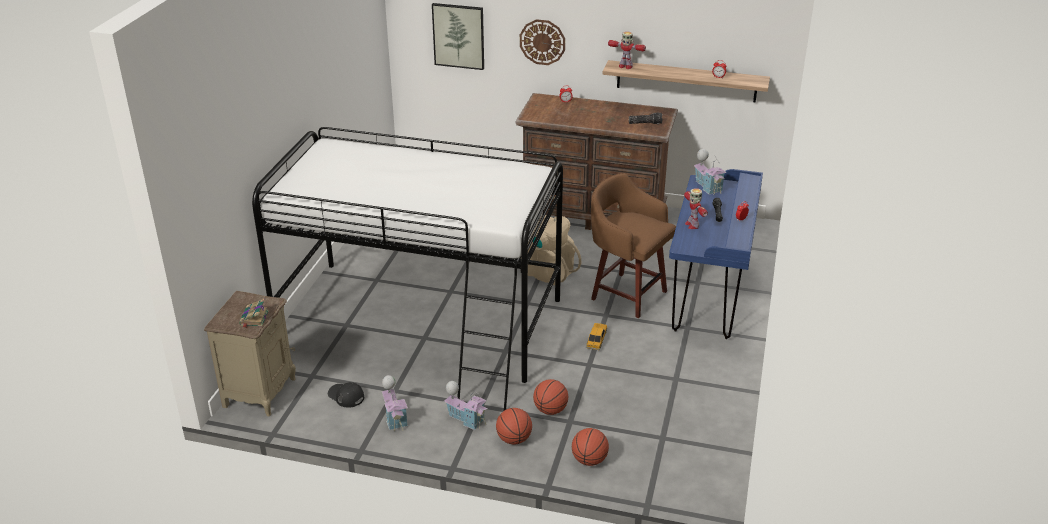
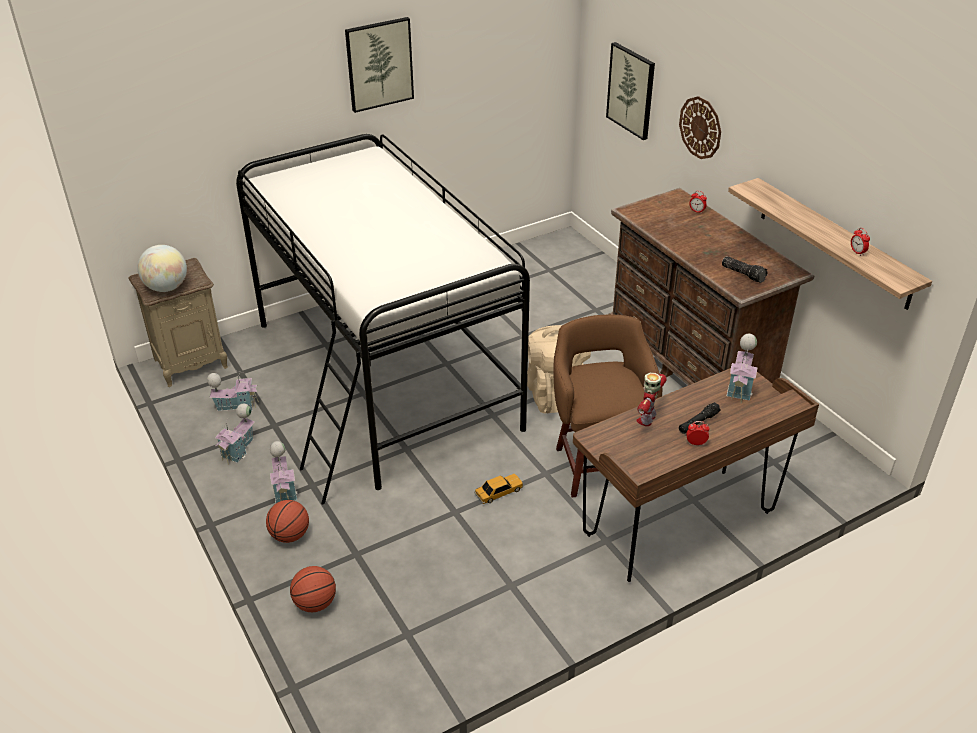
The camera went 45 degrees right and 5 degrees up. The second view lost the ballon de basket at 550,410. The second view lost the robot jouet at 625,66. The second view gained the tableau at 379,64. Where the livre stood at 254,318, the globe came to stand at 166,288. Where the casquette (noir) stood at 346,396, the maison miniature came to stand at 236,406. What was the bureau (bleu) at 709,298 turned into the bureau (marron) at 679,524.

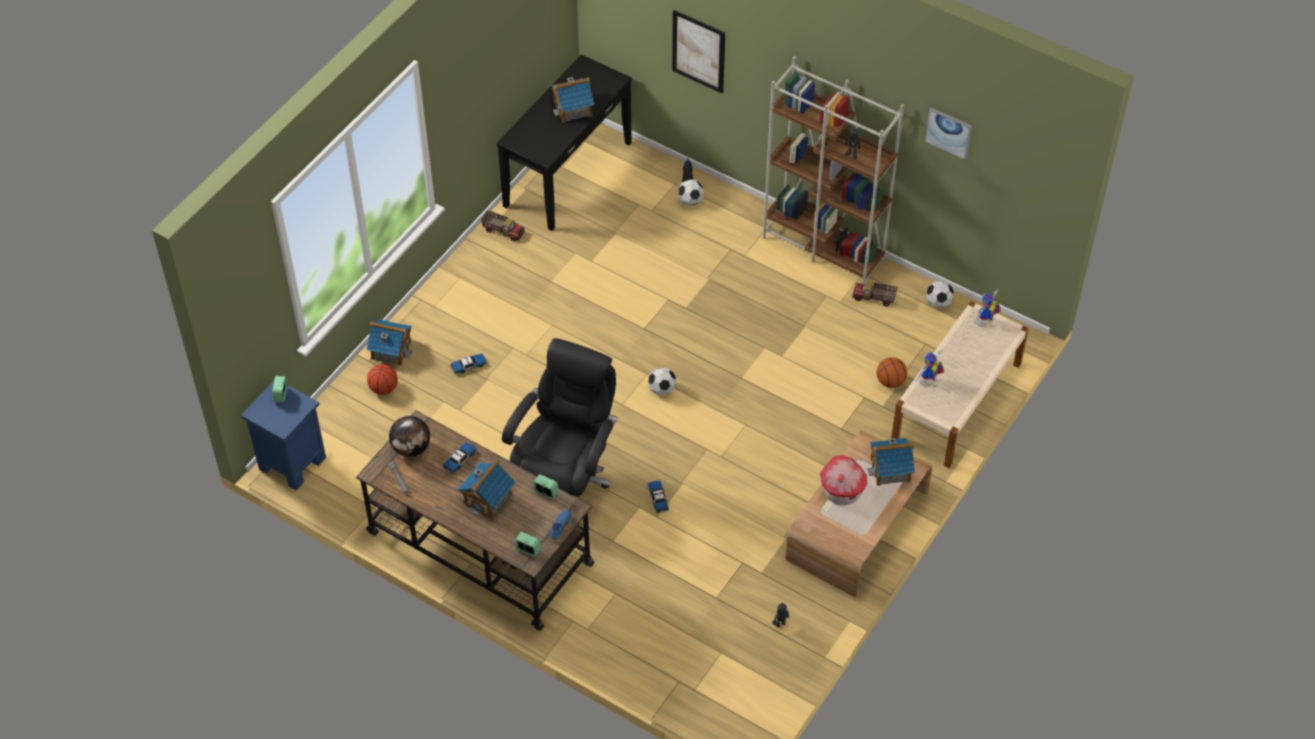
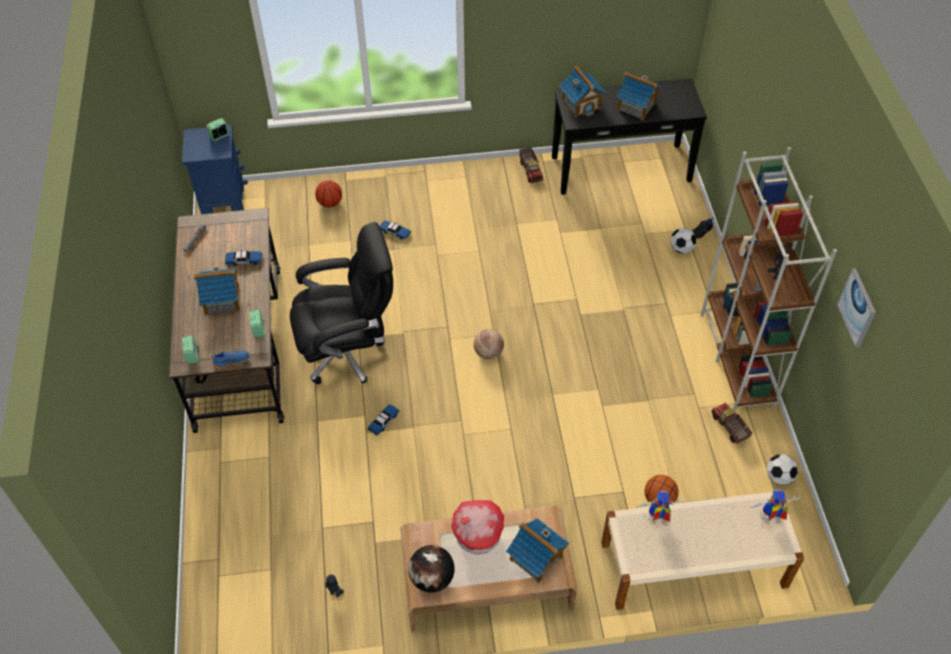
The camera went 50 degrees right and 0 degrees up. The second view lost the tableau at 698,51. The maison miniature ended up elsewhere, having gone from 391,350 to 581,104. The globe ended up elsewhere, having gone from 411,448 to 432,579. Where the ballon de foot stood at 662,389, the ballon de basket came to stand at 488,353.

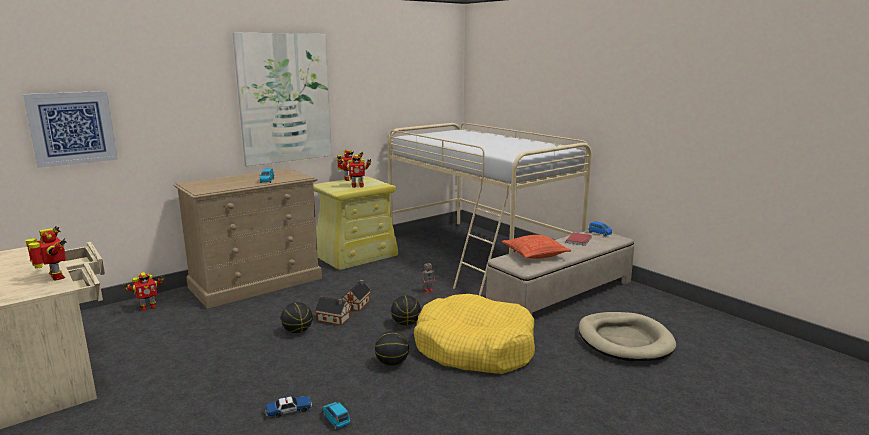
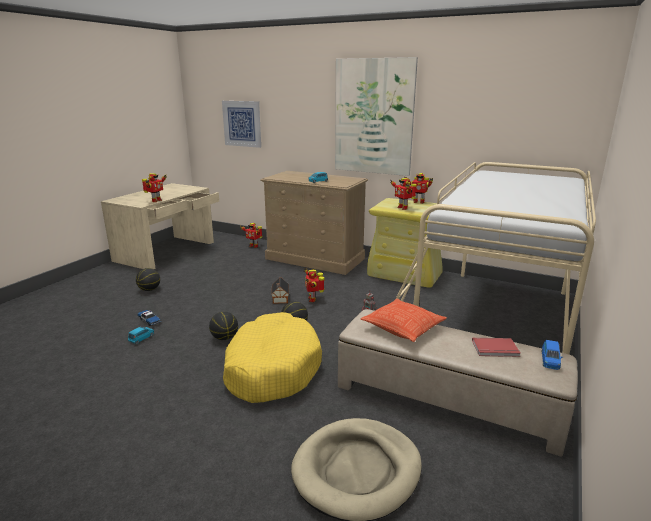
The camera went 65 degrees right and 5 degrees up. The ballon de basket ended up elsewhere, having gone from 298,331 to 149,290. Where the maison miniature stood at 357,304, the robot jouet came to stand at 313,299.

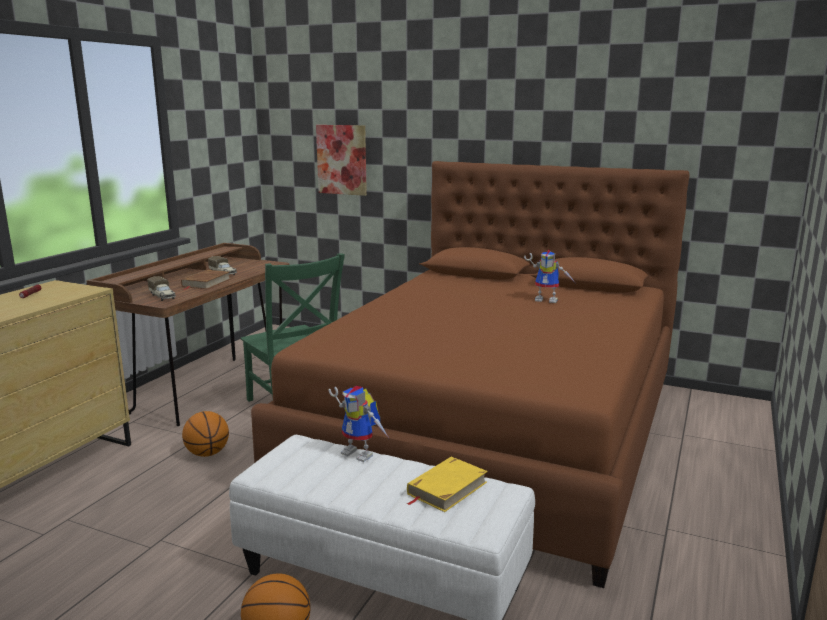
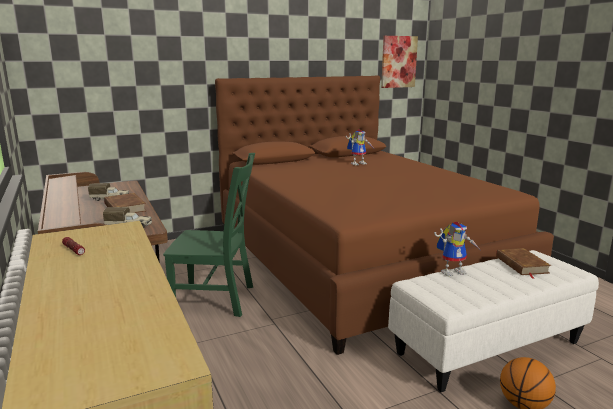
The camera went 50 degrees left and 0 degrees up. The second view lost the ballon de basket at 207,453. The tableau ended up elsewhere, having gone from 342,159 to 398,62. What was the livre (jaune) at 446,488 turned into the livre (marron) at 521,265.

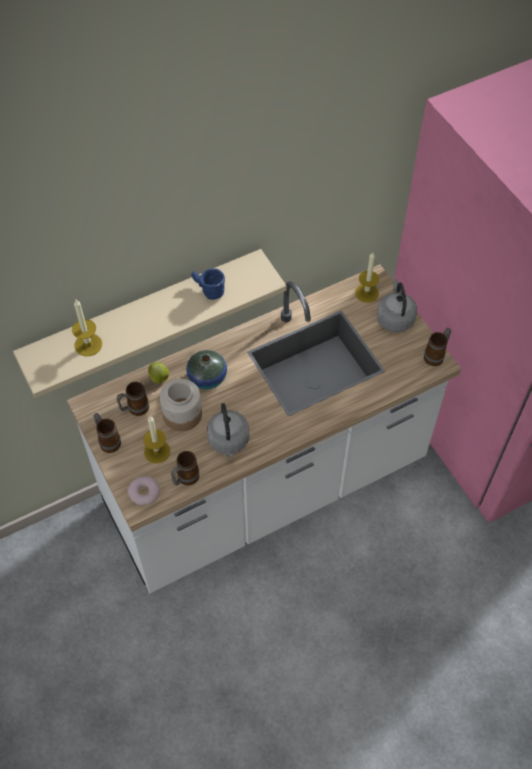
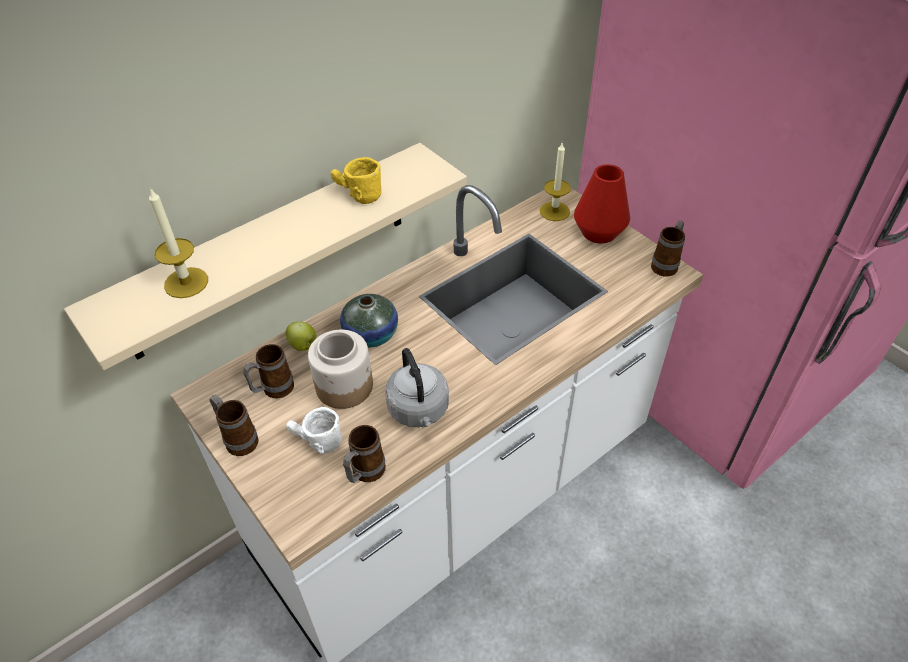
The camera went 10 degrees left and 10 degrees down. The second view lost the beignet at 144,492. Where the bougie stood at 157,451, the mug (blanc) came to stand at 315,442. Where the bouilloire (gris) stood at 394,318, the vase (rouge) came to stand at 598,232. What was the mug (bleu) at 207,290 turned into the mug (jaune) at 356,195.

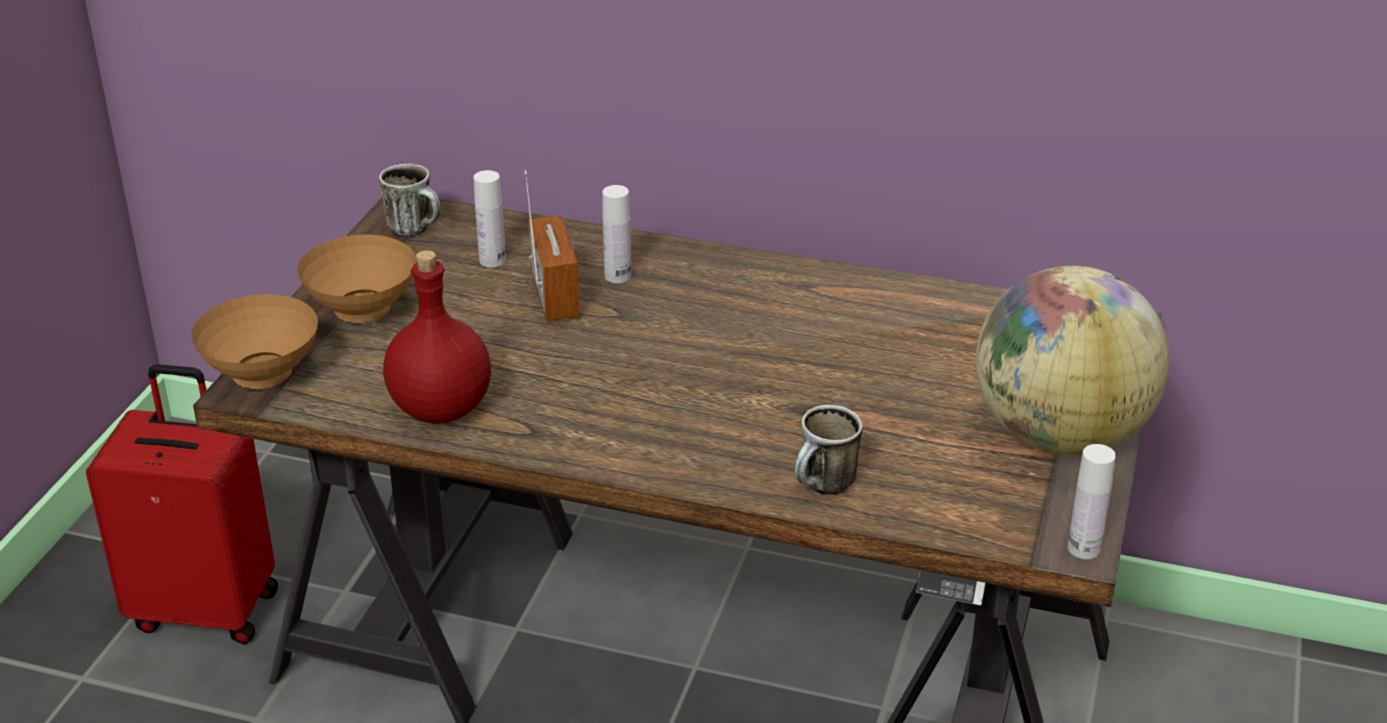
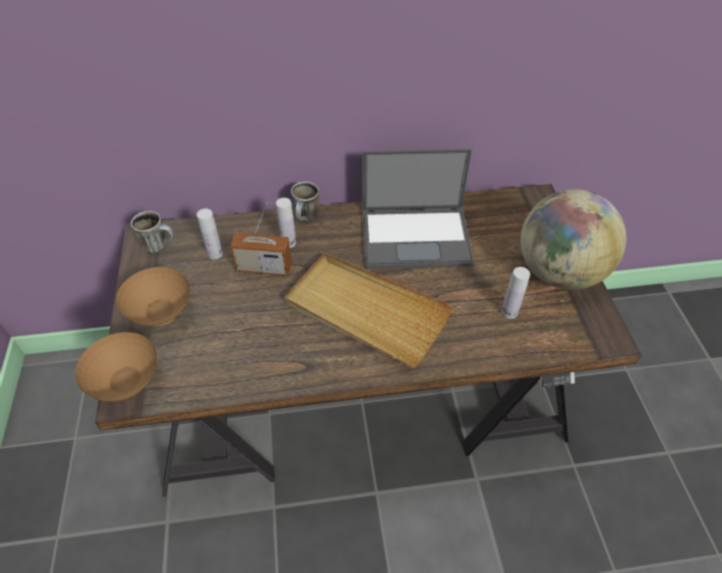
The camera went 25 degrees left and 15 degrees up. The second view lost the valise (rouge) at 206,608. The second view lost the bouteille (rouge) at 440,408. The second view gained the plateau (beige) at 365,311. The second view gained the ordinateur portable at 417,237. The mug ended up elsewhere, having gone from 824,488 to 306,219. The bouteille (blanc) ended up elsewhere, having gone from 1084,548 to 509,312. The radio at 555,297 ended up facing another way, 135 degrees clockwise from before.

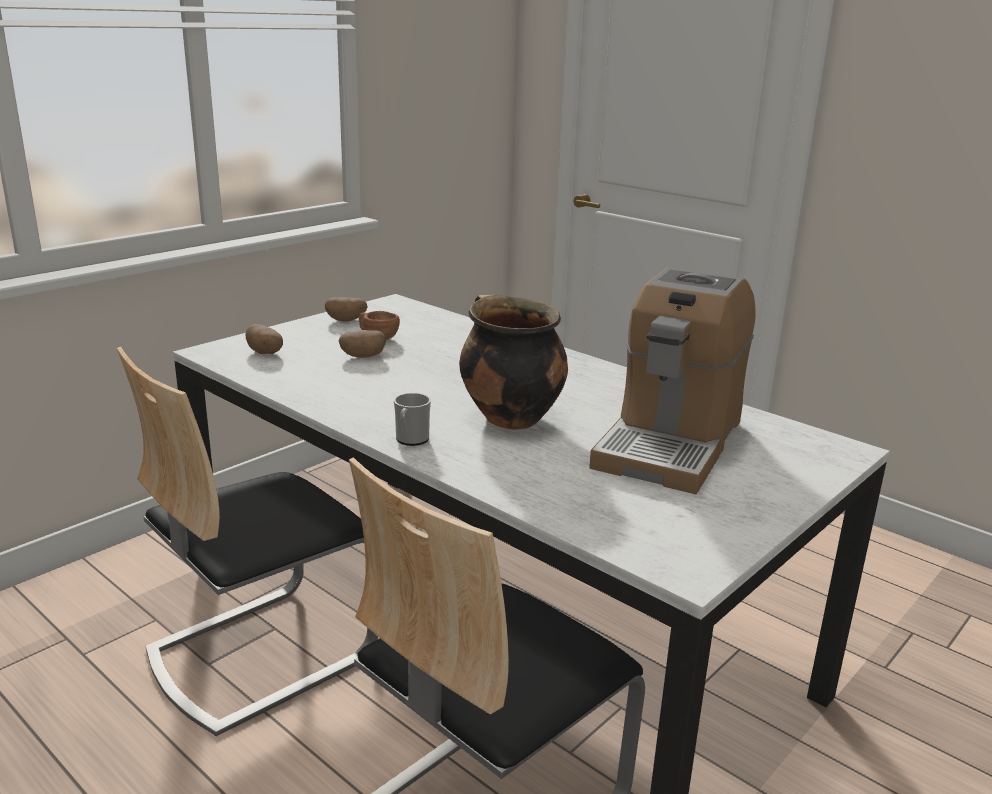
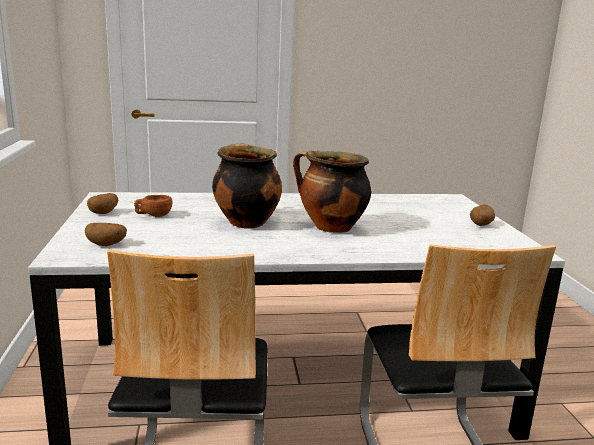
The camera went 50 degrees left and 5 degrees down. The second view lost the mug at 411,440. The second view lost the machine à café at 670,442. The second view gained the marmite at 245,222. The pomme de terre ended up elsewhere, having gone from 362,356 to 480,225.

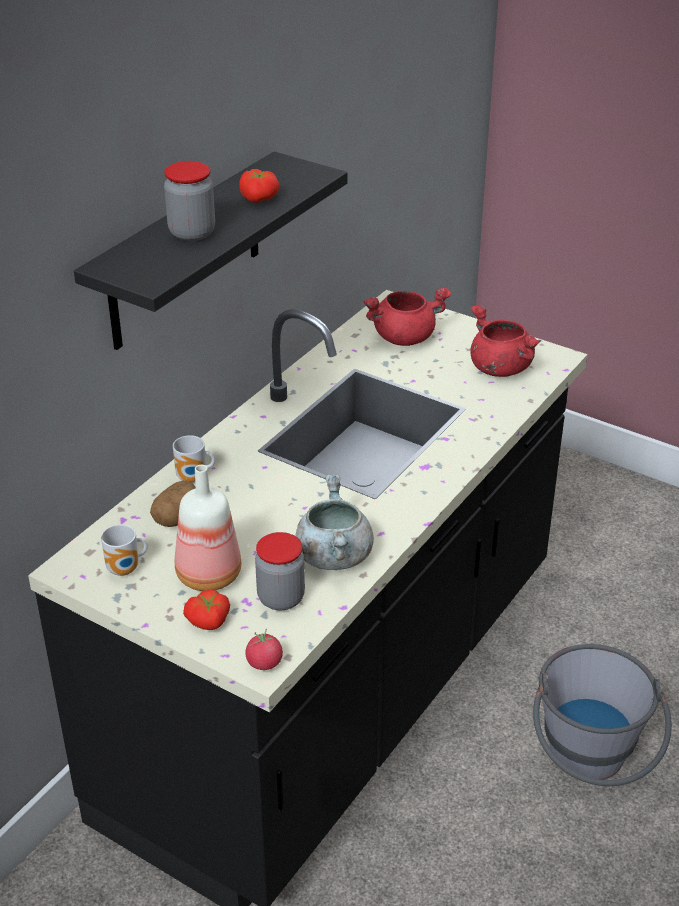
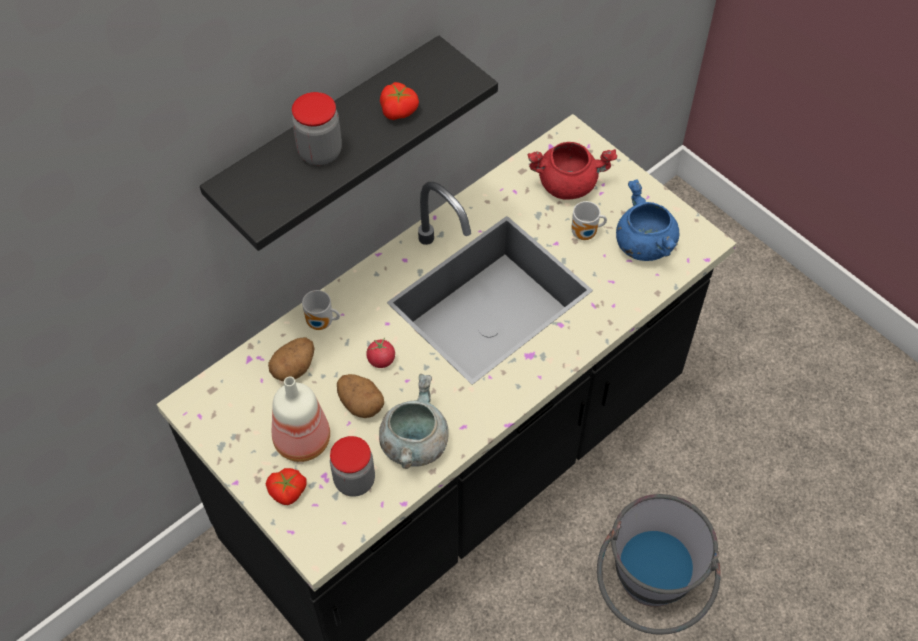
The camera went 15 degrees right and 20 degrees up. The second view gained the pomme de terre at 360,403. The mug ended up elsewhere, having gone from 126,570 to 585,234. The tomate ended up elsewhere, having gone from 264,663 to 381,360. What was the marmite (rouge) at 499,368 turned into the marmite (bleu) at 643,244.

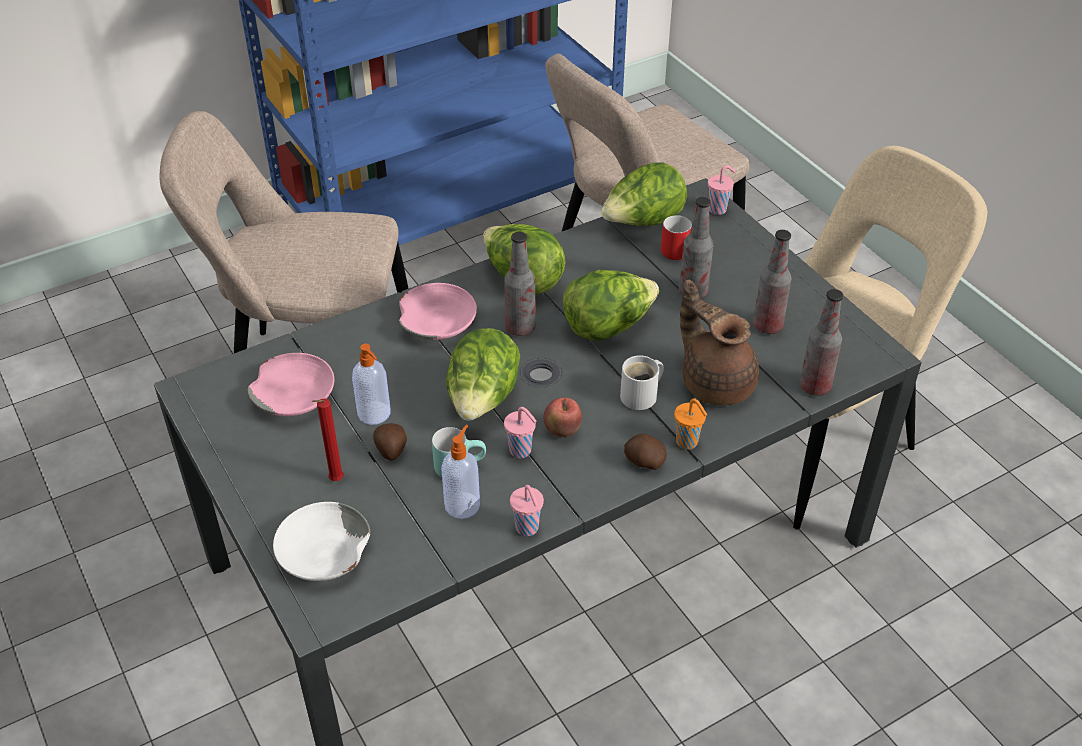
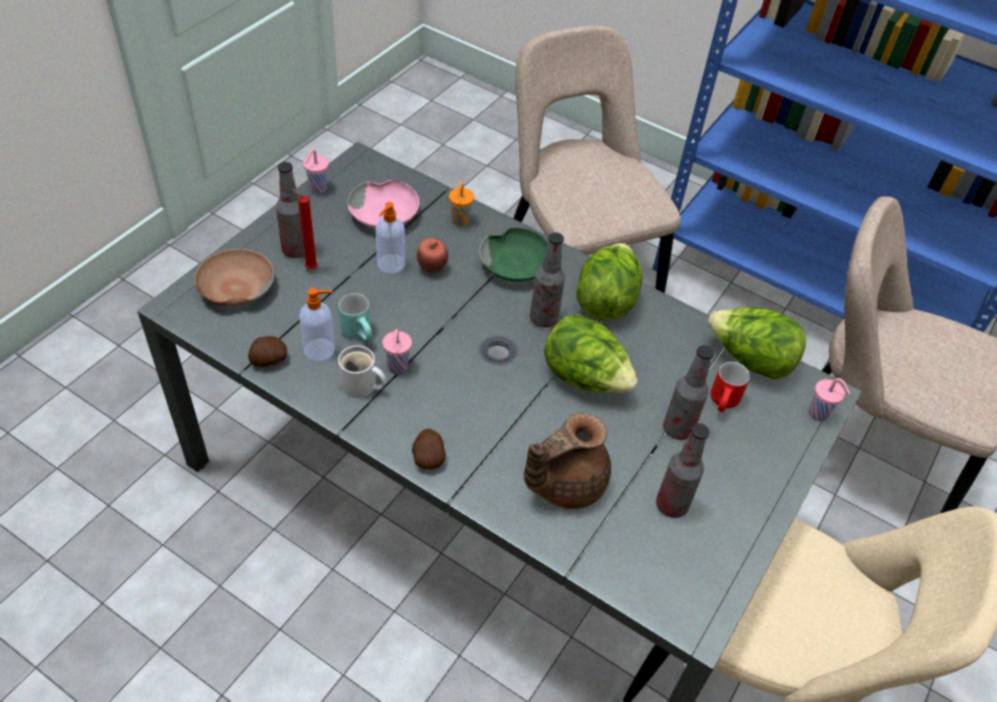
The camera went 60 degrees right and 5 degrees up. The second view lost the laitue at 483,400. The pomme de terre ended up elsewhere, having gone from 391,450 to 268,361. The tasse (rose) ended up elsewhere, having gone from 527,529 to 317,189. The pomme ended up elsewhere, having gone from 562,431 to 431,268. The mug (blanc) ended up elsewhere, having gone from 642,396 to 361,386. The tasse (orange) ended up elsewhere, having gone from 688,443 to 460,222. The bouteille ended up elsewhere, having gone from 815,386 to 296,250. What was the bol (blanc) at 323,554 turned into the bol (marron) at 235,288. What was the bol (rose) at 437,321 turned into the bol (vert) at 516,264. The théière (marron) at 715,382 ended up facing another way, 150 degrees counterclockwise from before.

